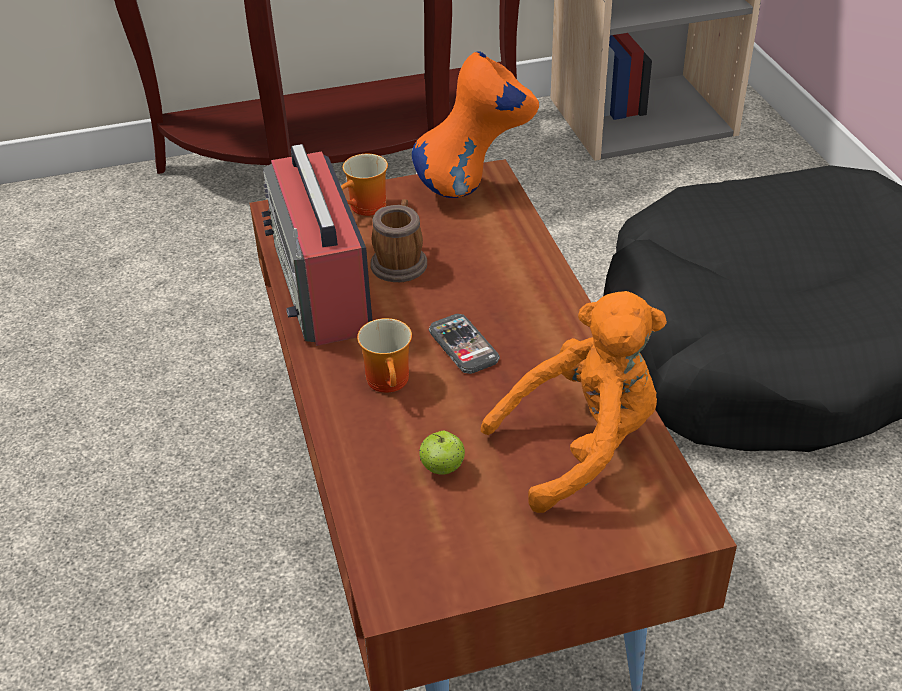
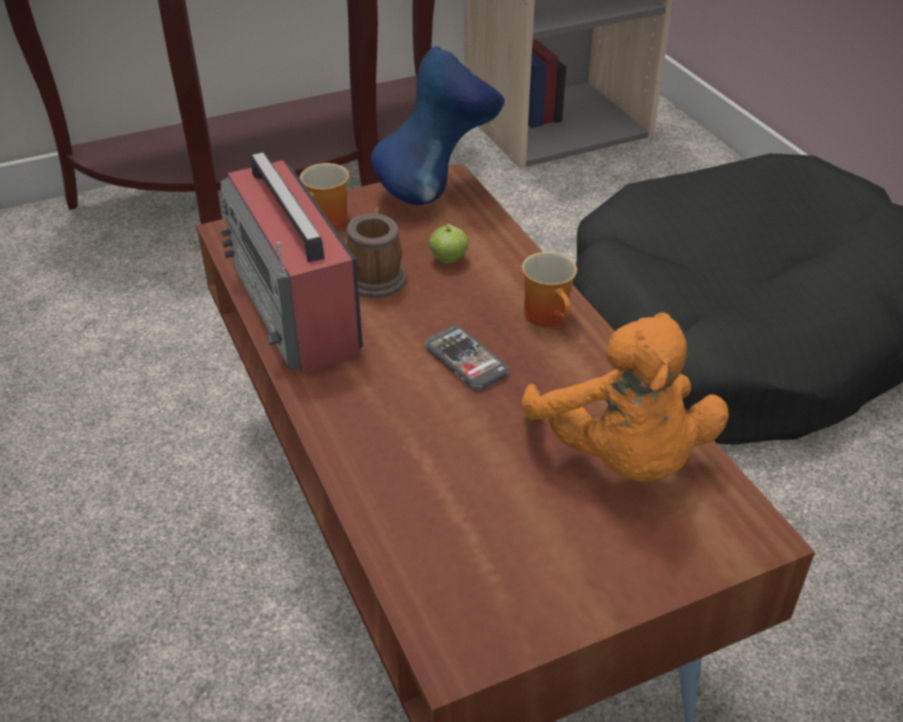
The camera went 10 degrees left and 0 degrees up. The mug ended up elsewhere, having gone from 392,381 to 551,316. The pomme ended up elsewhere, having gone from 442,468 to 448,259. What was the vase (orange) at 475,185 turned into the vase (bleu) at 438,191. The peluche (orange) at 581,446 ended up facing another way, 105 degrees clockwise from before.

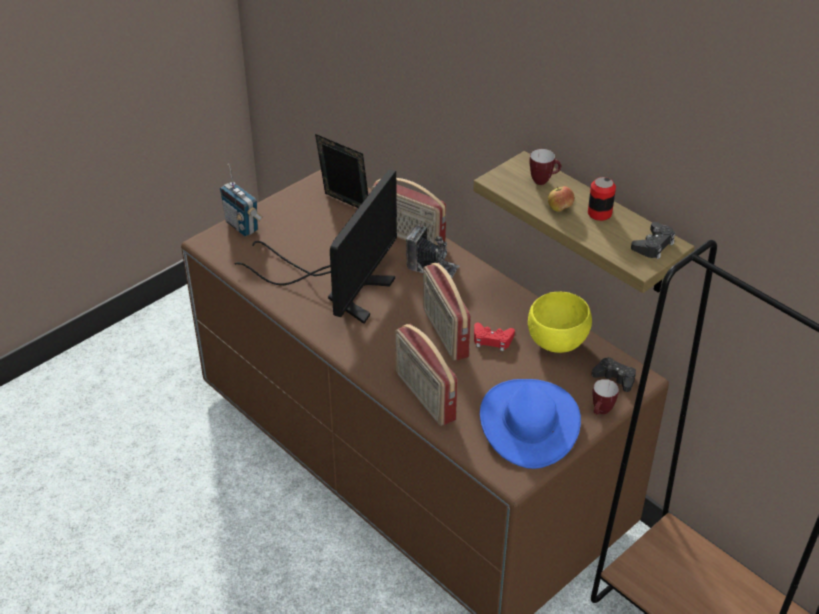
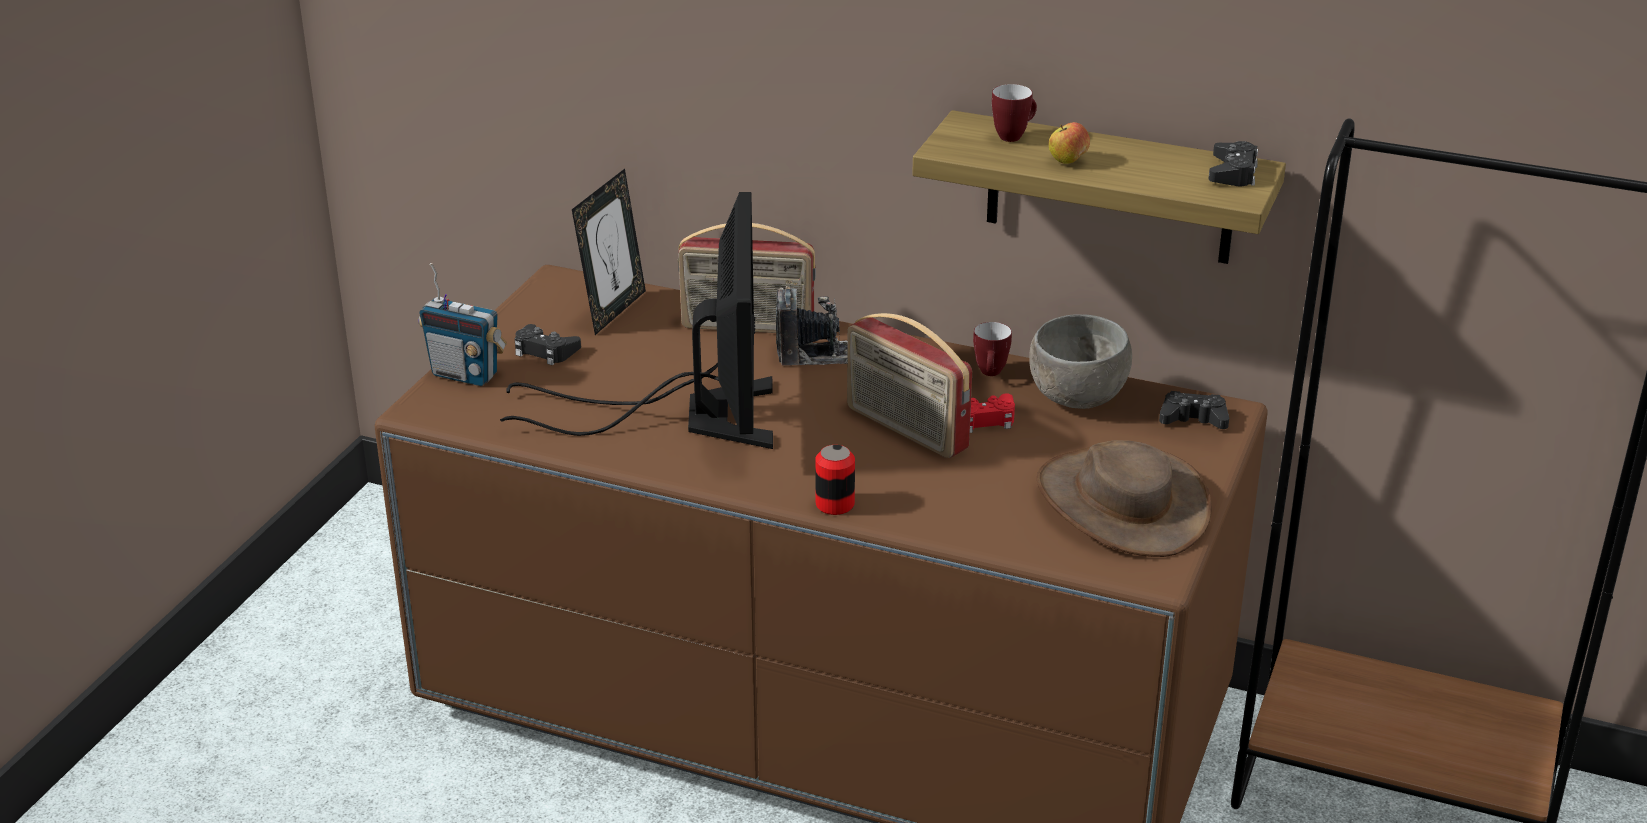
The camera went 25 degrees left and 10 degrees down. The second view lost the radio at 424,397. The second view gained the manette (noir) at 545,351. The boîte métallique ended up elsewhere, having gone from 599,213 to 835,504. The mug ended up elsewhere, having gone from 601,412 to 991,374. What was the chapeau (bleu) at 529,423 turned into the chapeau (marron) at 1122,503. What was the bol (jaune) at 556,341 turned into the bol (gris) at 1076,397. The cadre photo at 344,206 ended up facing another way, 105 degrees clockwise from before.

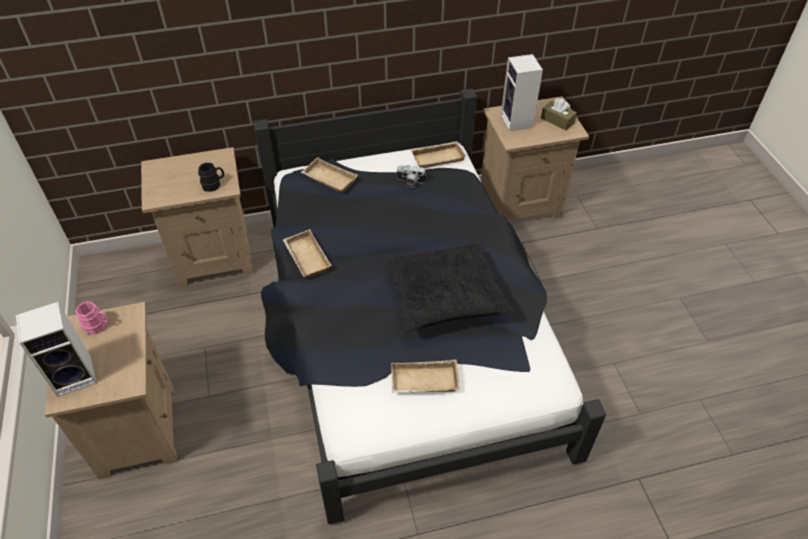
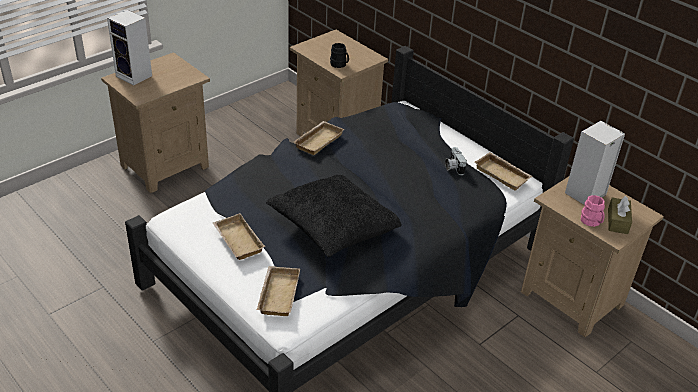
The camera went 60 degrees right and 10 degrees down. The mug (rose) ended up elsewhere, having gone from 98,326 to 591,222. The plateau (beige) ended up elsewhere, having gone from 328,179 to 277,294.

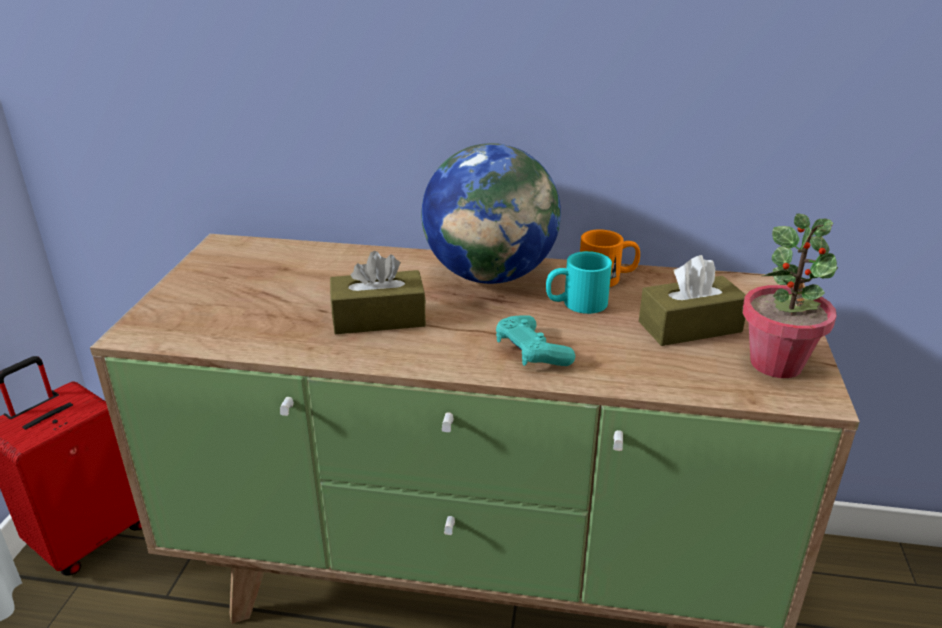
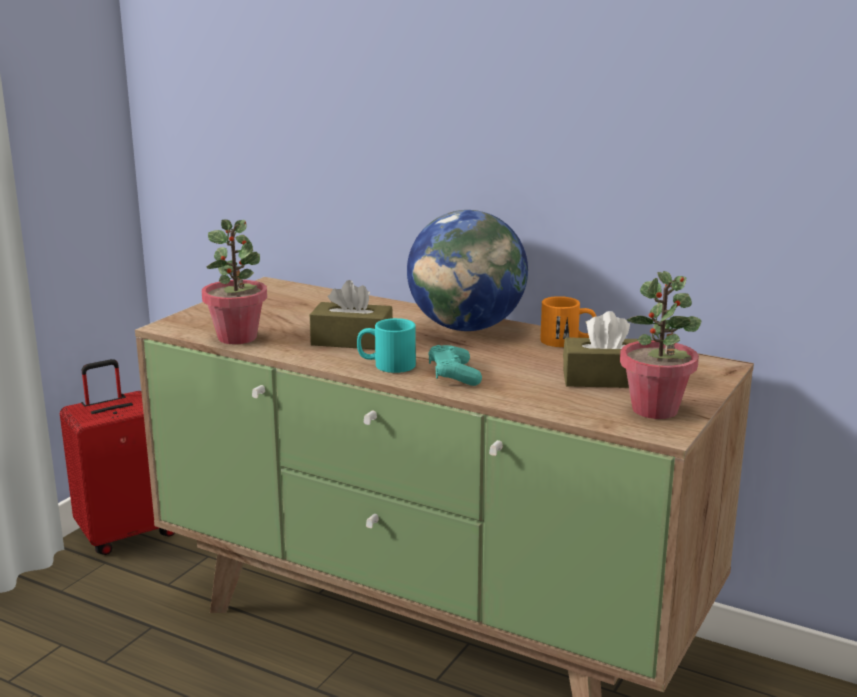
The camera went 20 degrees right and 10 degrees down. The second view gained the plante en pot at 237,337. The mug (turquoise) ended up elsewhere, having gone from 576,304 to 386,365.

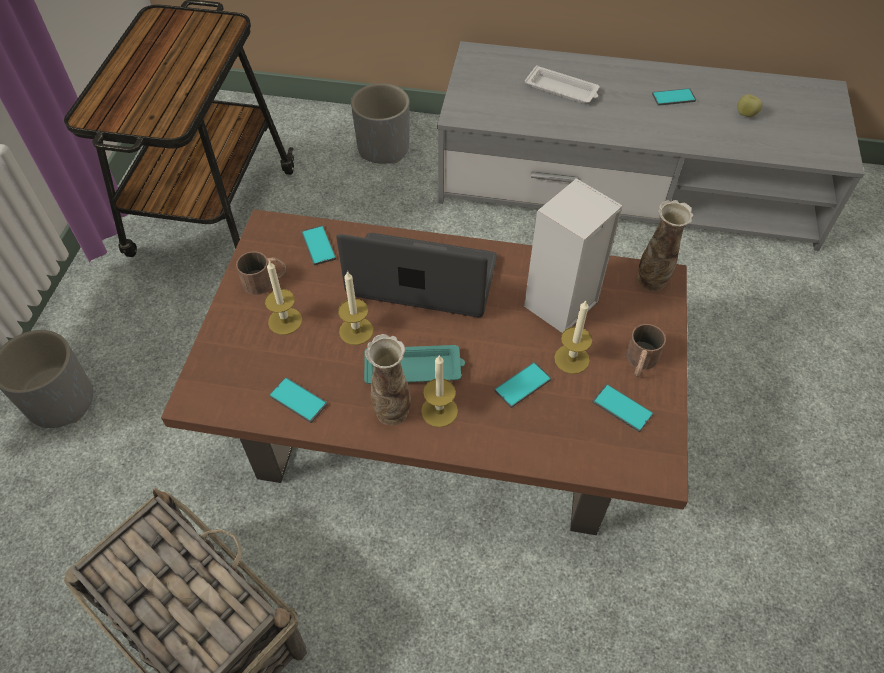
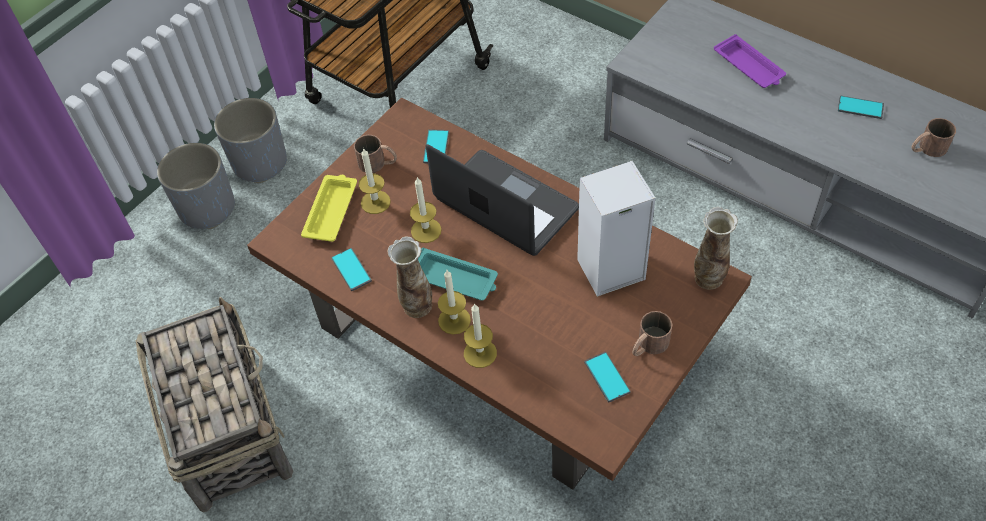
The camera went 30 degrees right and 0 degrees up. The second view lost the téléphone at 522,385. The second view gained the plateau (jaune) at 331,210. The cache-pot (gris) ended up elsewhere, having gone from 383,149 to 259,163. The bougie ended up elsewhere, having gone from 571,359 to 480,353. Where the pomme stood at 746,114, the mug (marron) came to stand at 927,148. What was the plateau (blanc) at 562,90 turned into the plateau (violet) at 749,66.

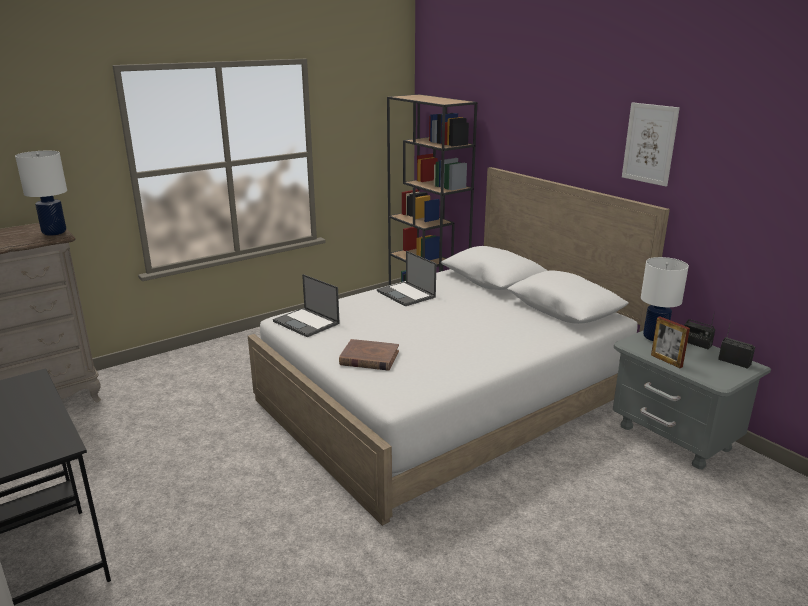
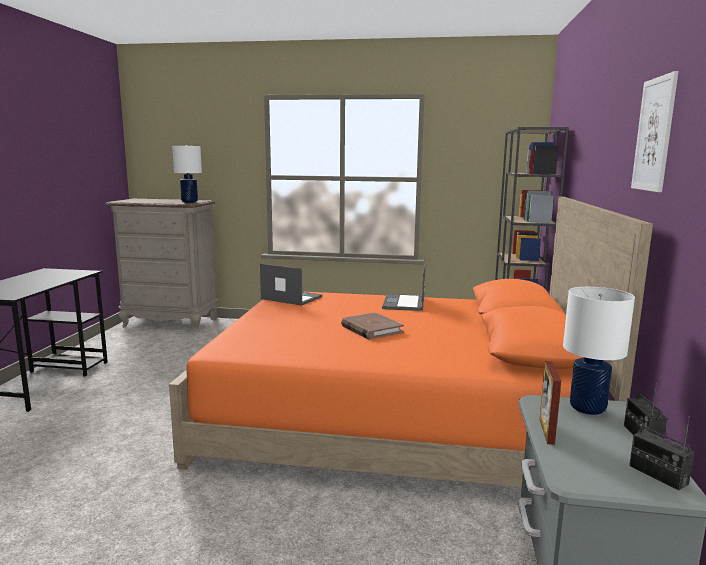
The camera went 45 degrees right and 10 degrees down. The livre (marron) ended up elsewhere, having gone from 369,358 to 371,329. What was the lit (blanc) at 447,399 turned into the lit (orange) at 394,418. The ordinateur portable at 307,323 ended up facing another way, 120 degrees clockwise from before. The radio at 734,362 ended up facing another way, 150 degrees clockwise from before.

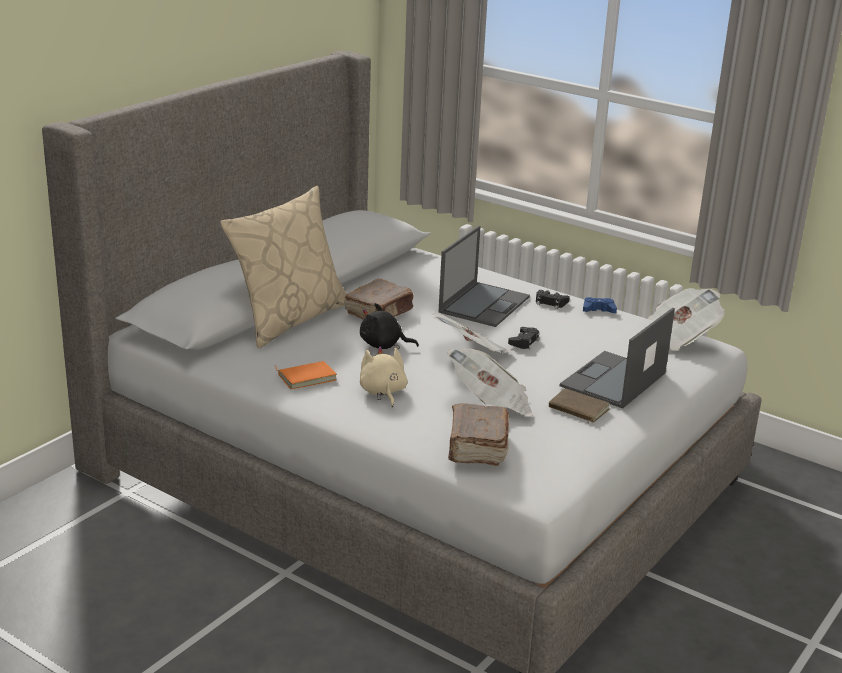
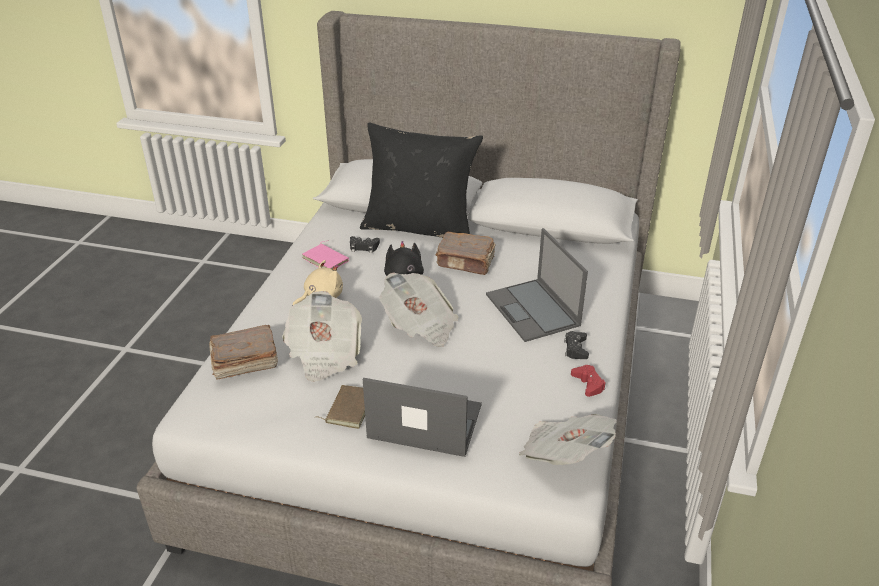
The camera went 70 degrees right and 10 degrees up. The manette (noir) ended up elsewhere, having gone from 524,342 to 363,247. What was the coussin (beige) at 289,319 turned into the coussin (noir) at 420,227. What was the livre (orange) at 306,377 turned into the livre (rose) at 326,259. What was the manette (bleu) at 598,310 turned into the manette (rouge) at 588,384. The ordinateur portable at 484,304 ended up facing another way, 60 degrees clockwise from before.

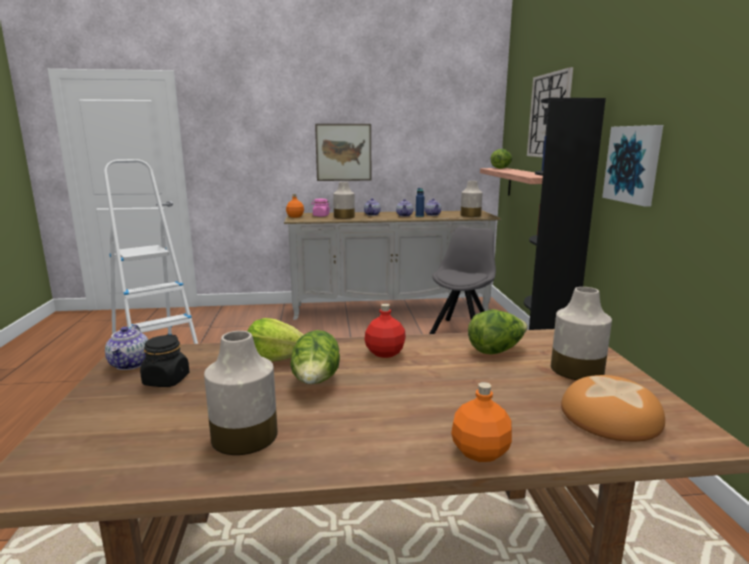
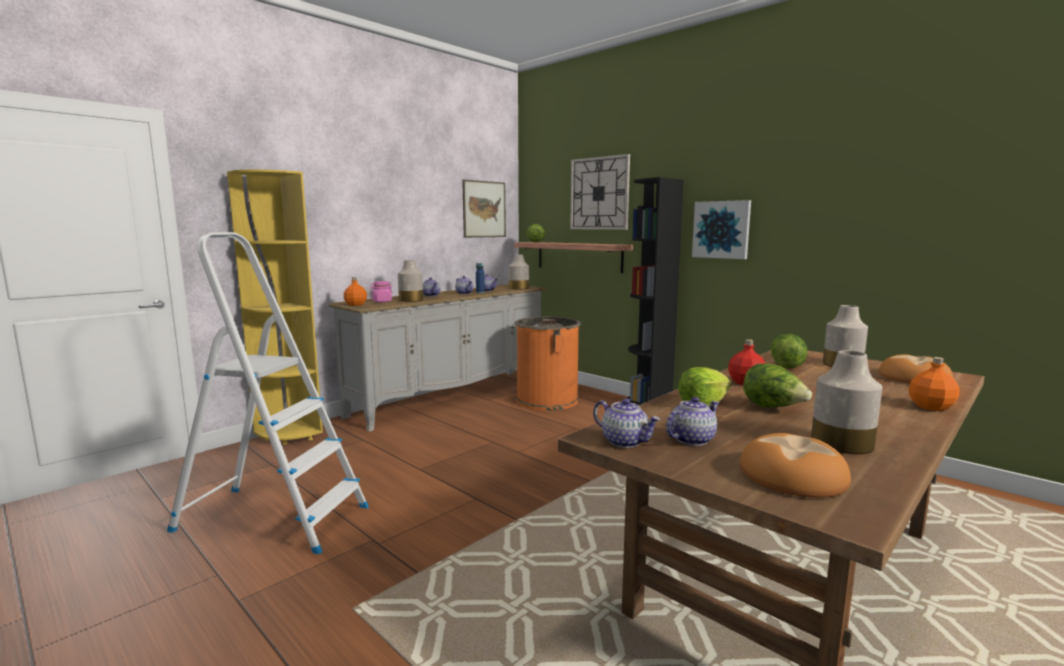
The camera went 40 degrees left and 5 degrees down. The second view gained the bibliothèque (jaune) at 290,438. The second view gained the pain at 791,475. The tableau ended up elsewhere, having gone from 343,152 to 484,209. Where the bocal (noir) stood at 166,380, the théière came to stand at 691,439. Where the chaise (gris) stood at 461,331, the poubelle (orange) came to stand at 547,400.

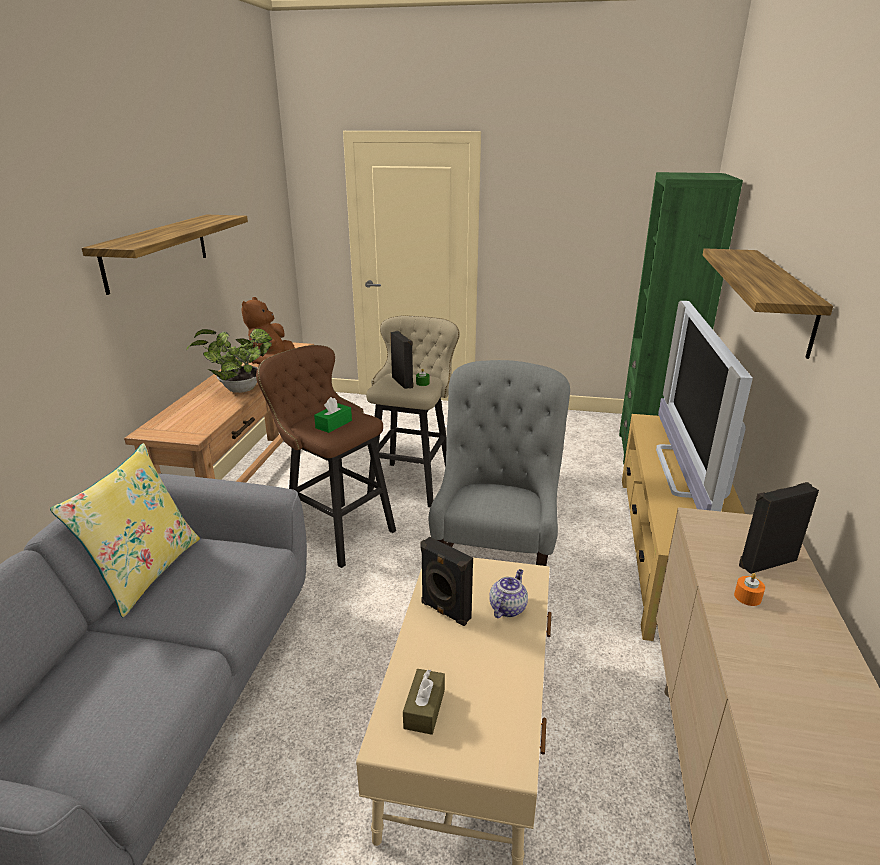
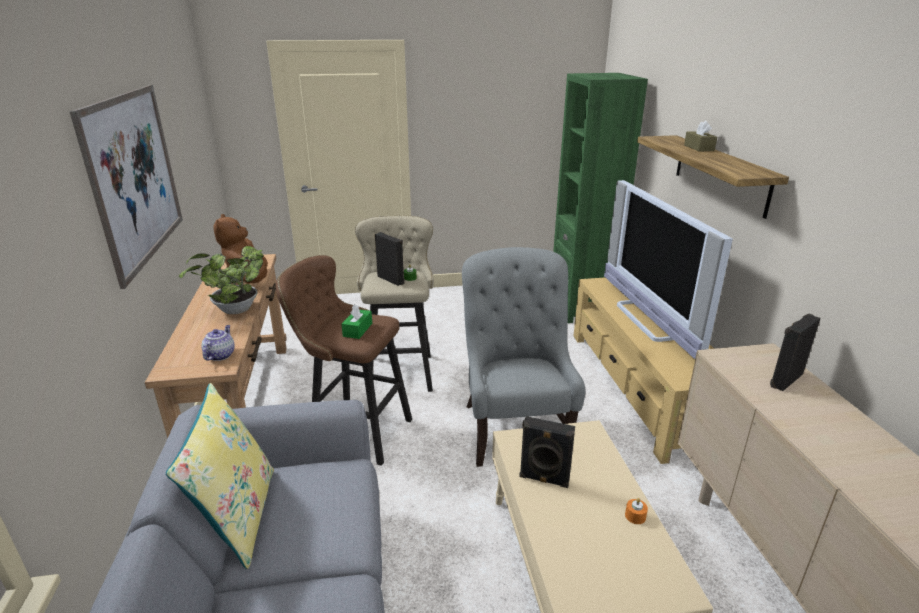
The camera went 20 degrees left and 0 degrees up. The boîte à mouchoirs (marron) ended up elsewhere, having gone from 424,709 to 699,148. The théière ended up elsewhere, having gone from 507,608 to 220,355. The bougie (orange) ended up elsewhere, having gone from 747,597 to 635,516. Where the étagère hung at 157,251, the tableau came to hang at 136,177.

